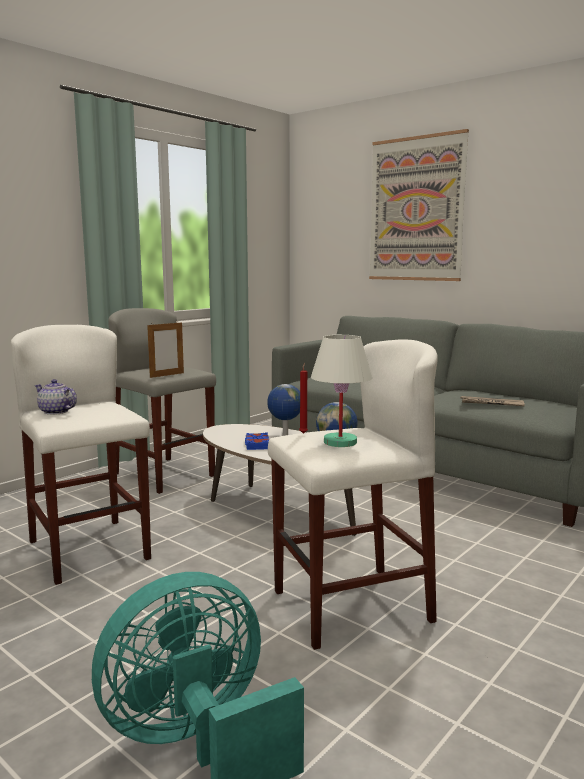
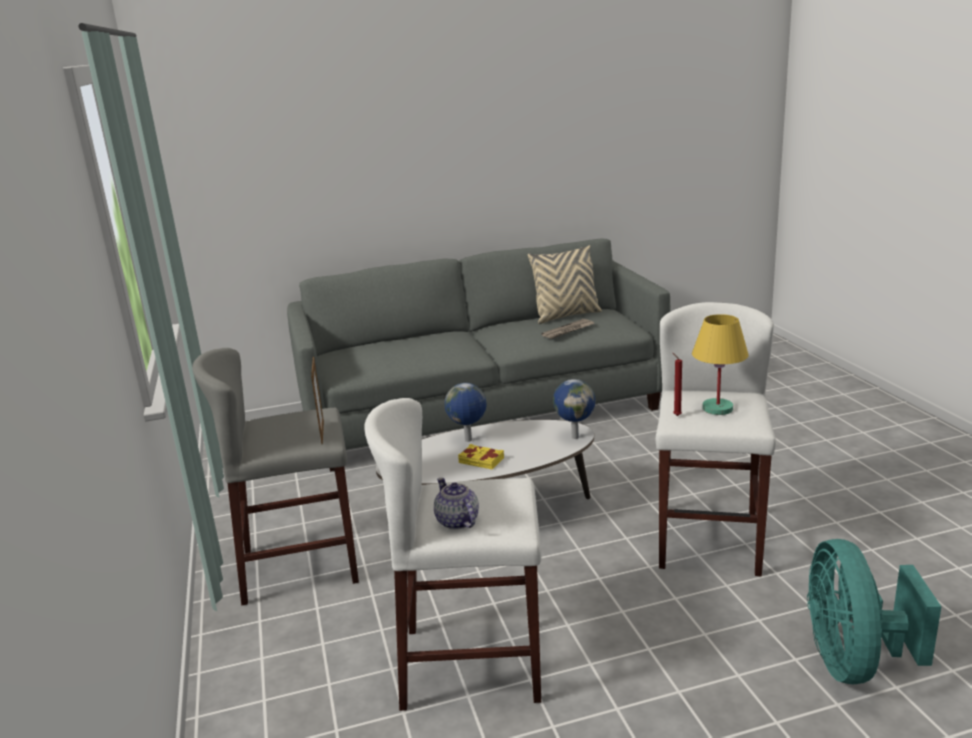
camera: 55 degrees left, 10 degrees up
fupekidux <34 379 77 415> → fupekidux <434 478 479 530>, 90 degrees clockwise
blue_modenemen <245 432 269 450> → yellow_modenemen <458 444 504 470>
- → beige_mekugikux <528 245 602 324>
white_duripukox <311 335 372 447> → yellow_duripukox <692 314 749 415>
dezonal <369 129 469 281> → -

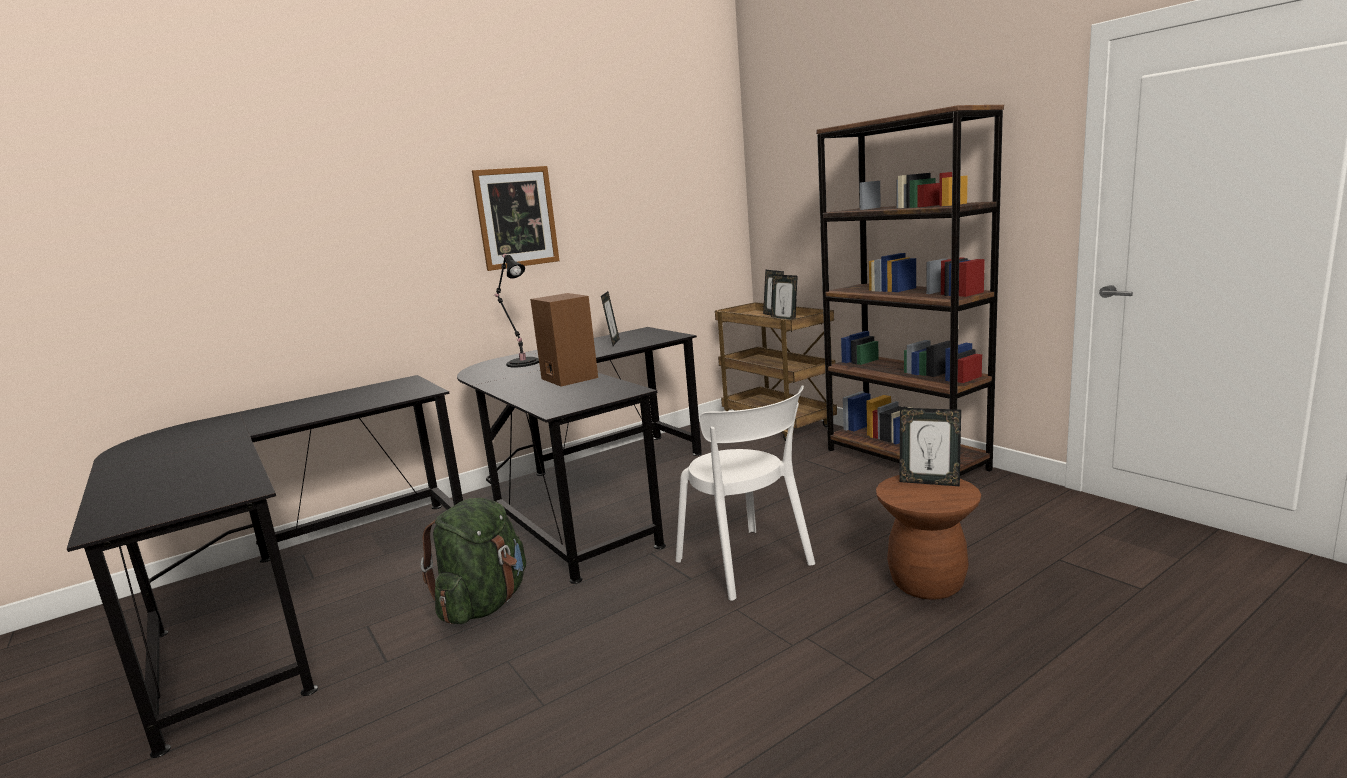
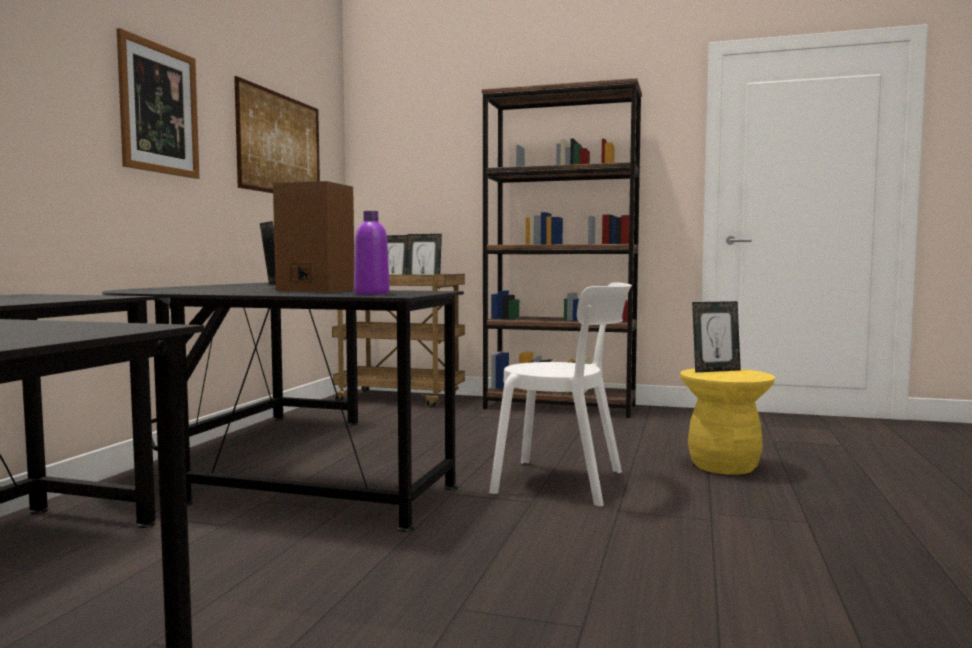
camera: 40 degrees left, 10 degrees down
- → dezonal <234 76 320 193>
- → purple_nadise <354 211 390 295>
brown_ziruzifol <876 475 981 600> → yellow_ziruzifol <680 368 775 475>
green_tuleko <421 498 526 624> → -
black_duripukox <494 254 539 367> → -

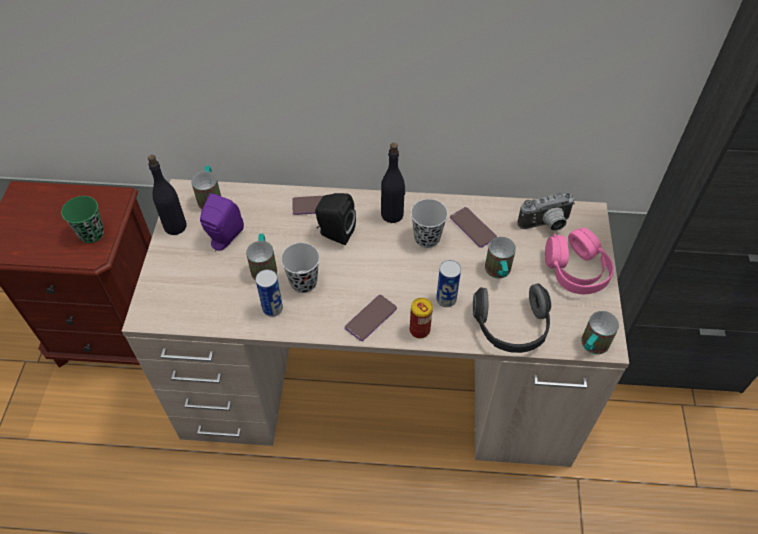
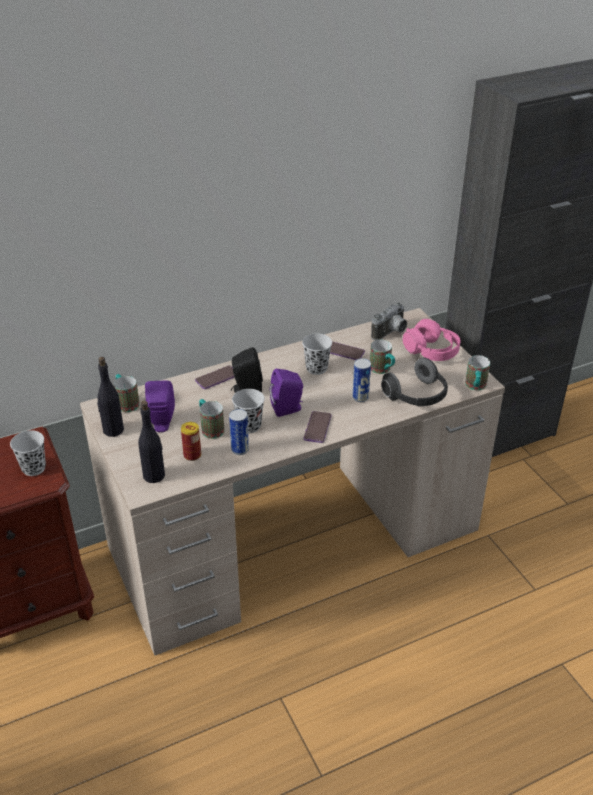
camera: 30 degrees left, 15 degrees down
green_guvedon <61 196 104 243> → black_guvedon <10 430 46 476>
black_nadise <381 143 405 223> → black_nadise <138 401 165 483>, relocated
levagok <410 298 433 338> → levagok <181 422 201 461>, relocated
- → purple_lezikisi <270 369 303 417>

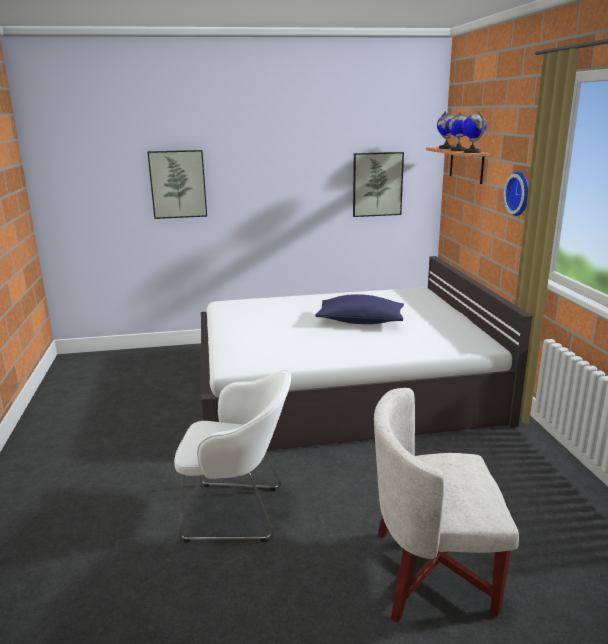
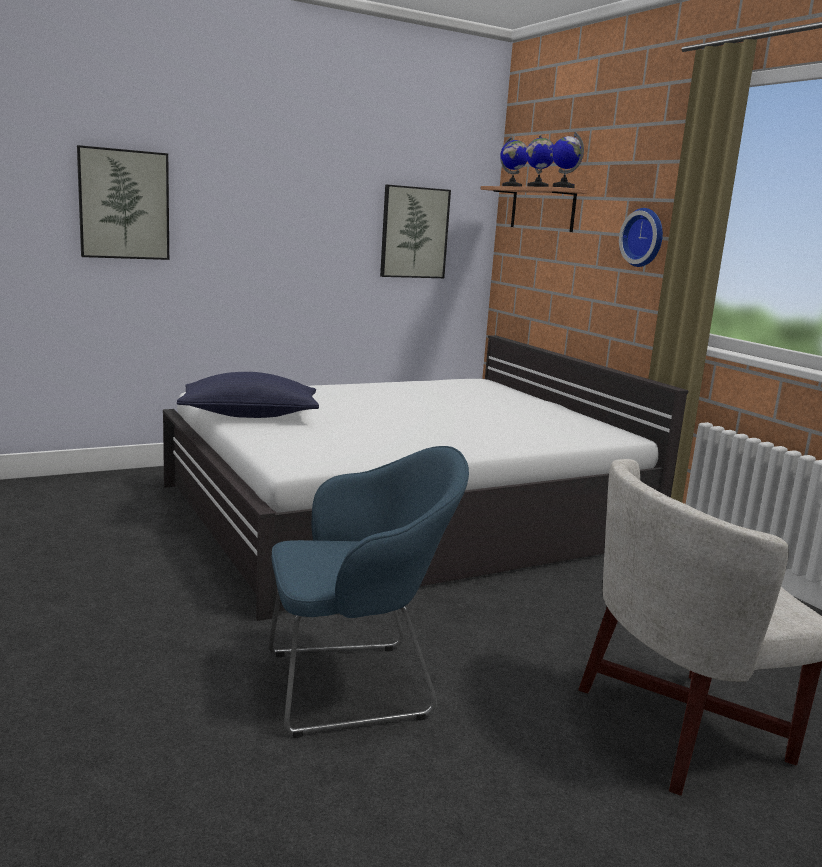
camera: 20 degrees left, 5 degrees down
blue_mekugikux <315 294 404 324> → blue_mekugikux <177 372 319 418>, relocated
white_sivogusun <174 370 291 543> → blue_sivogusun <268 446 469 738>

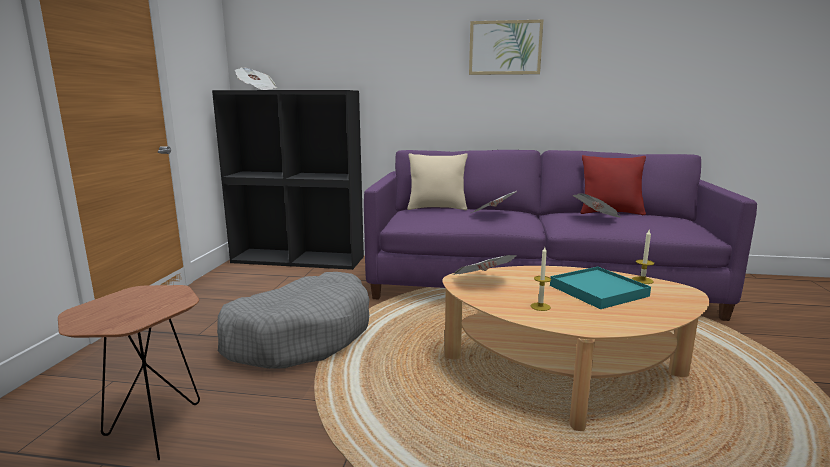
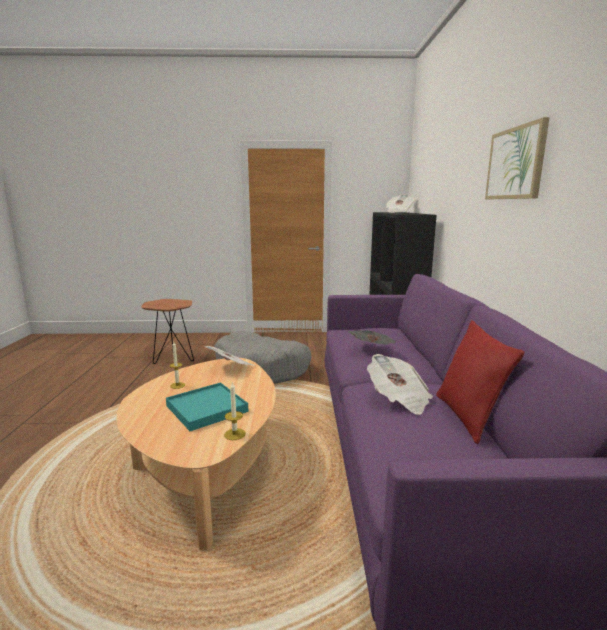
camera: 80 degrees right, 0 degrees up
beige_mekugikux <407 153 468 210> → -

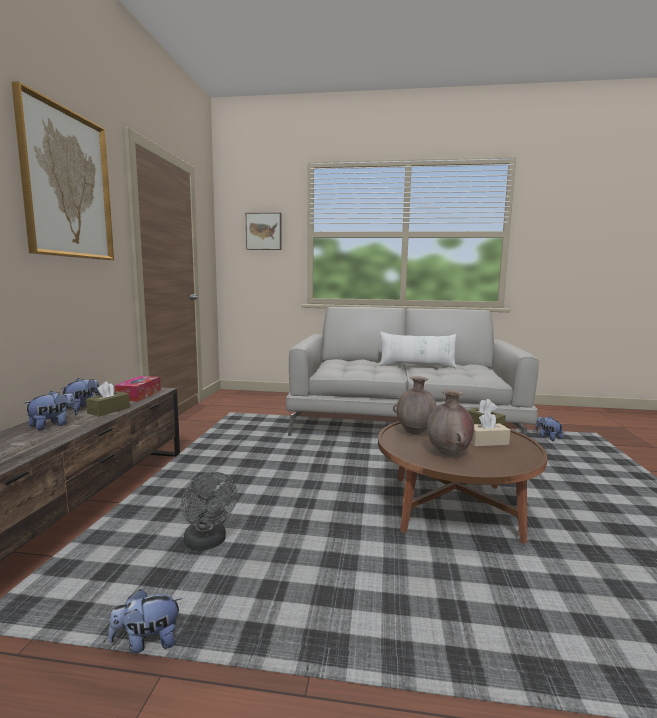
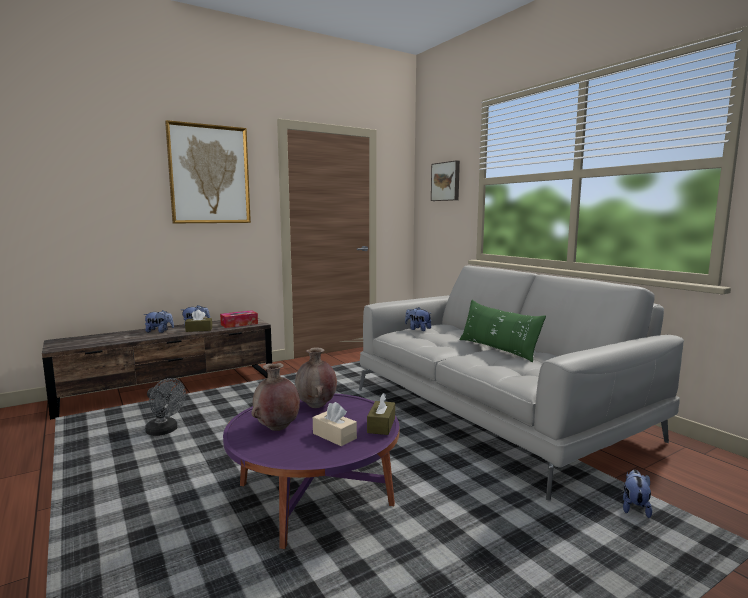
camera: 50 degrees right, 0 degrees up
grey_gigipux <181 472 237 551> → grey_gigipux <145 378 186 436>, 75 degrees counterclockwise
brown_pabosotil <378 421 548 544> → purple_pabosotil <223 394 399 549>
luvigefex <108 589 182 654> → luvigefex <405 307 431 331>, relocated
white_mekugikux <379 331 457 368> → green_mekugikux <460 300 546 362>

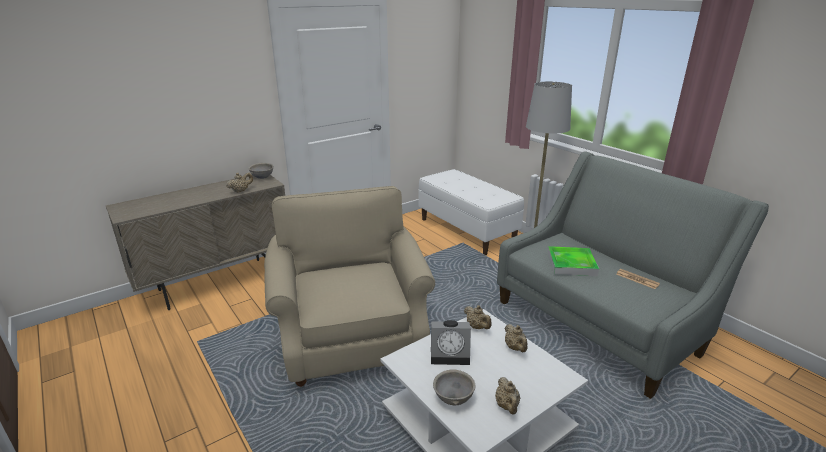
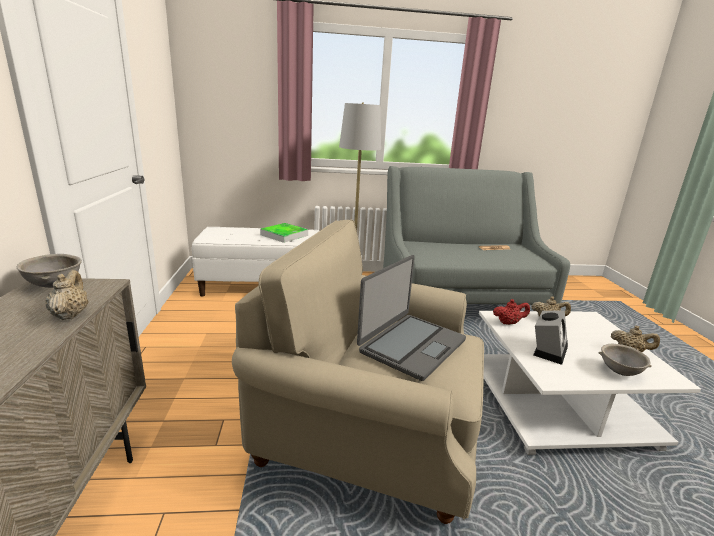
camera: 60 degrees left, 5 degrees down
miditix <548 246 599 276> → miditix <260 223 308 243>, relocated
- → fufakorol <357 255 466 381>
beige_fupekidux <464 305 492 329> → red_fupekidux <493 299 530 325>

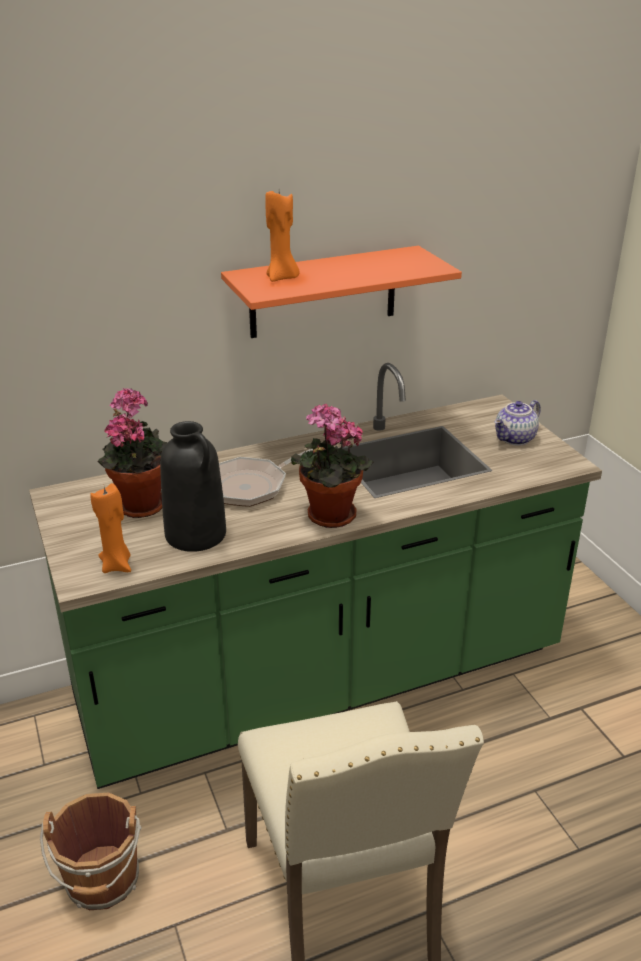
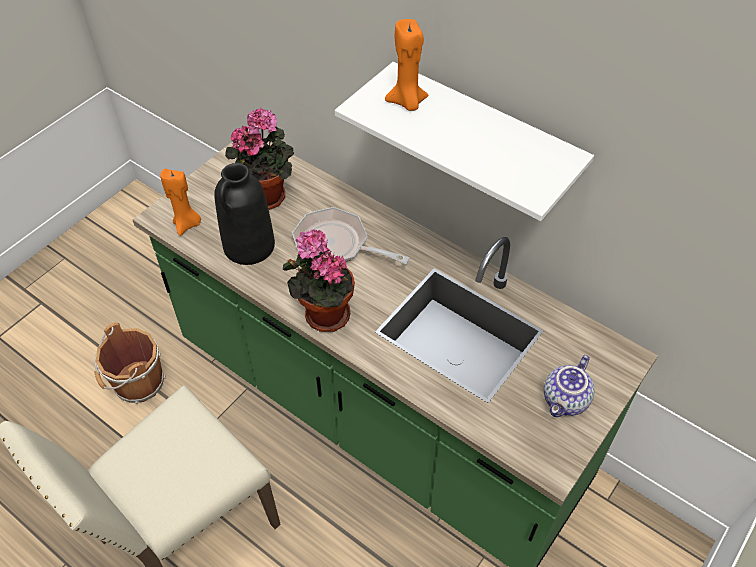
camera: 60 degrees right, 20 degrees up
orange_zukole <221 246 462 338> → white_zukole <335 62 594 221>
fupekidux <494 400 541 445> → fupekidux <544 355 595 417>, 75 degrees counterclockwise

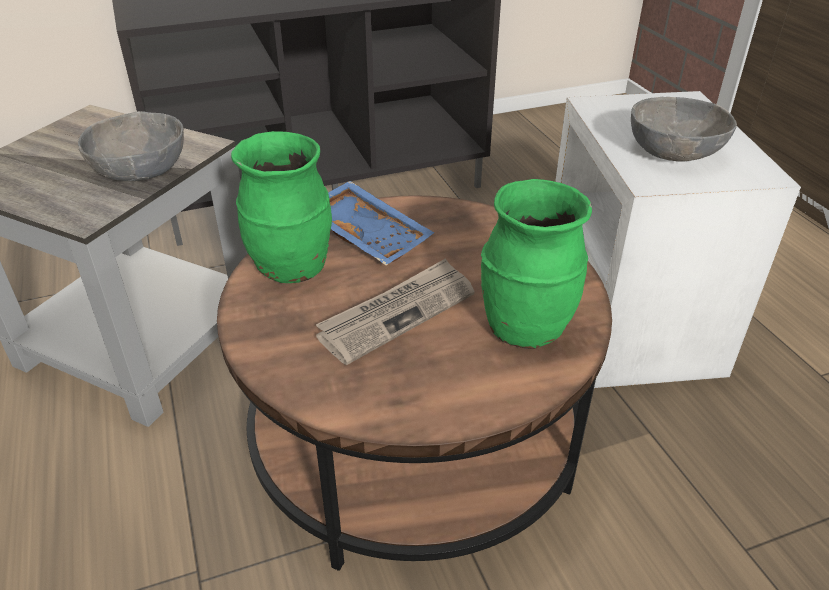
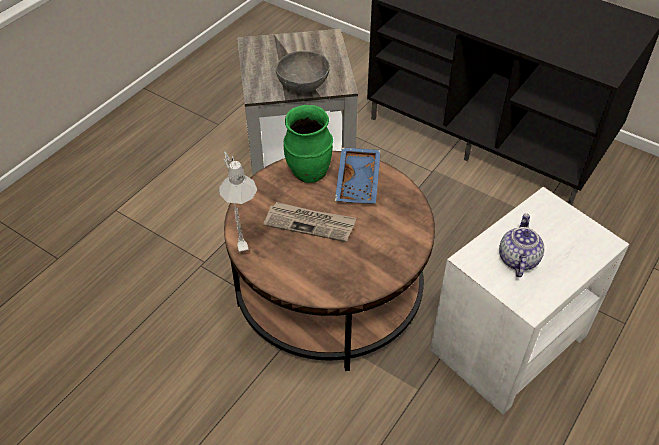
camera: 55 degrees right, 10 degrees up
- → grey_duripukox <219 152 257 252>
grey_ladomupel <631 97 737 162> → fupekidux <499 213 544 277>
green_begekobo <481 179 592 349> → -

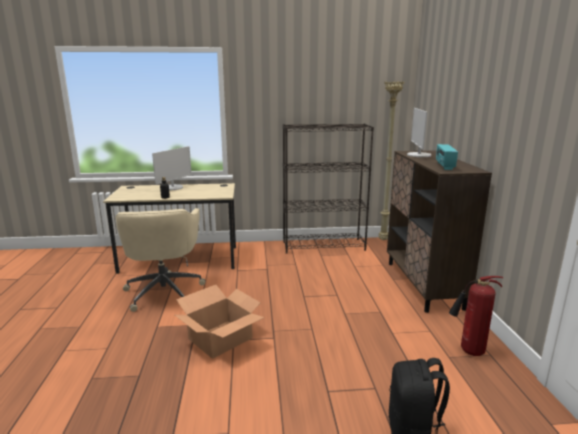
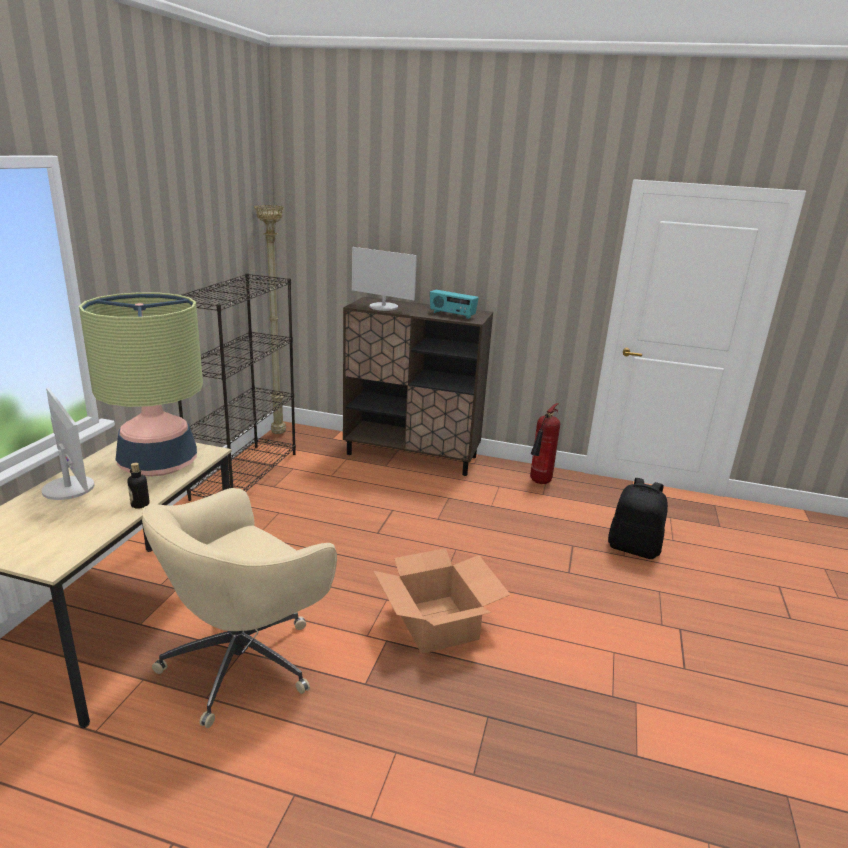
camera: 70 degrees left, 5 degrees up
- → duripukox <79 292 203 476>
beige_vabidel <115 208 205 312> → beige_vabidel <142 488 337 728>, 120 degrees clockwise

